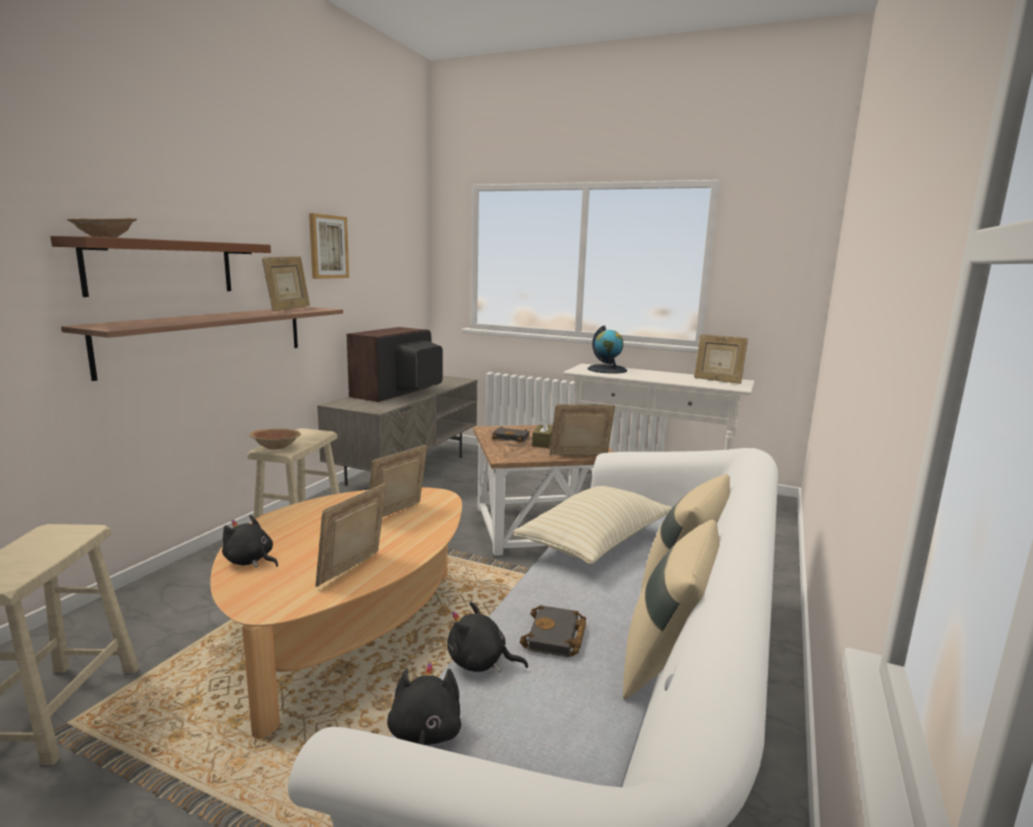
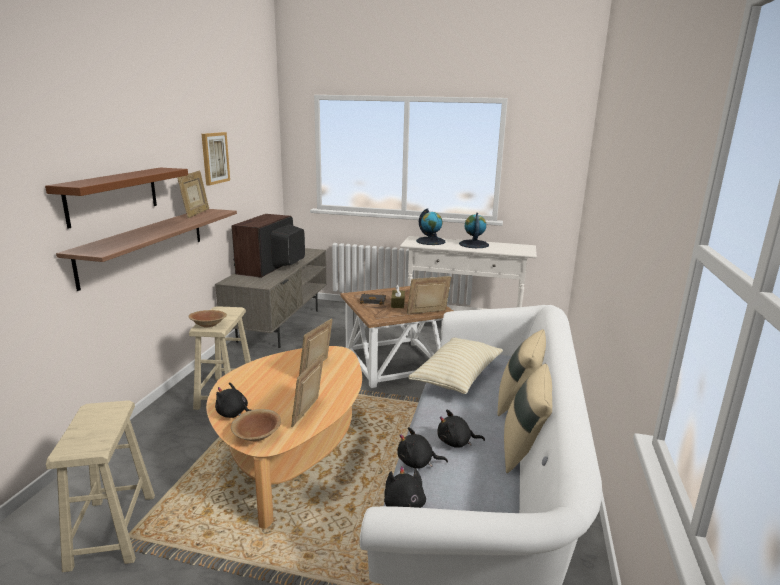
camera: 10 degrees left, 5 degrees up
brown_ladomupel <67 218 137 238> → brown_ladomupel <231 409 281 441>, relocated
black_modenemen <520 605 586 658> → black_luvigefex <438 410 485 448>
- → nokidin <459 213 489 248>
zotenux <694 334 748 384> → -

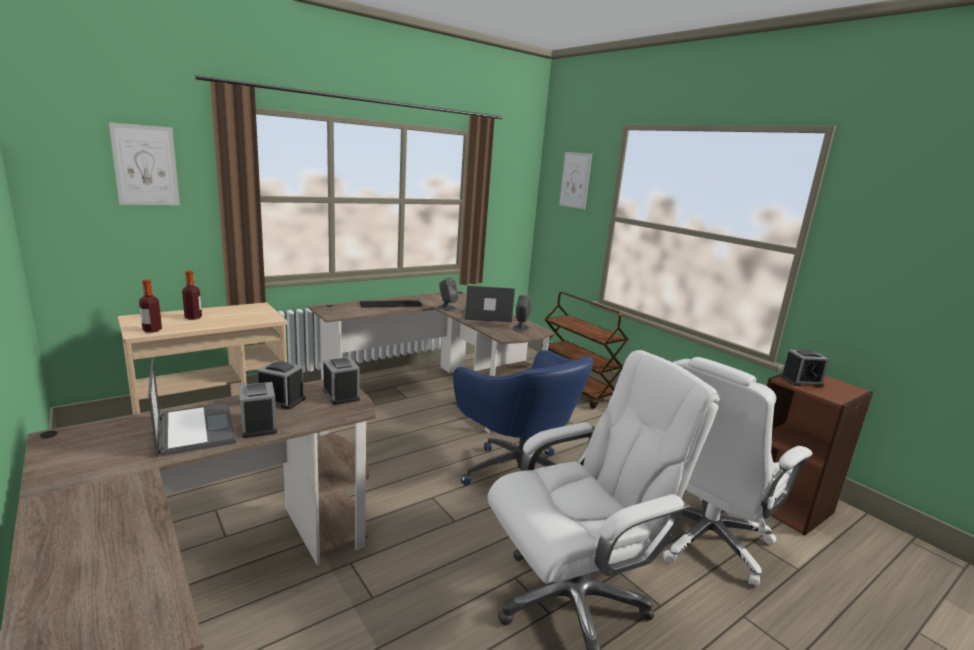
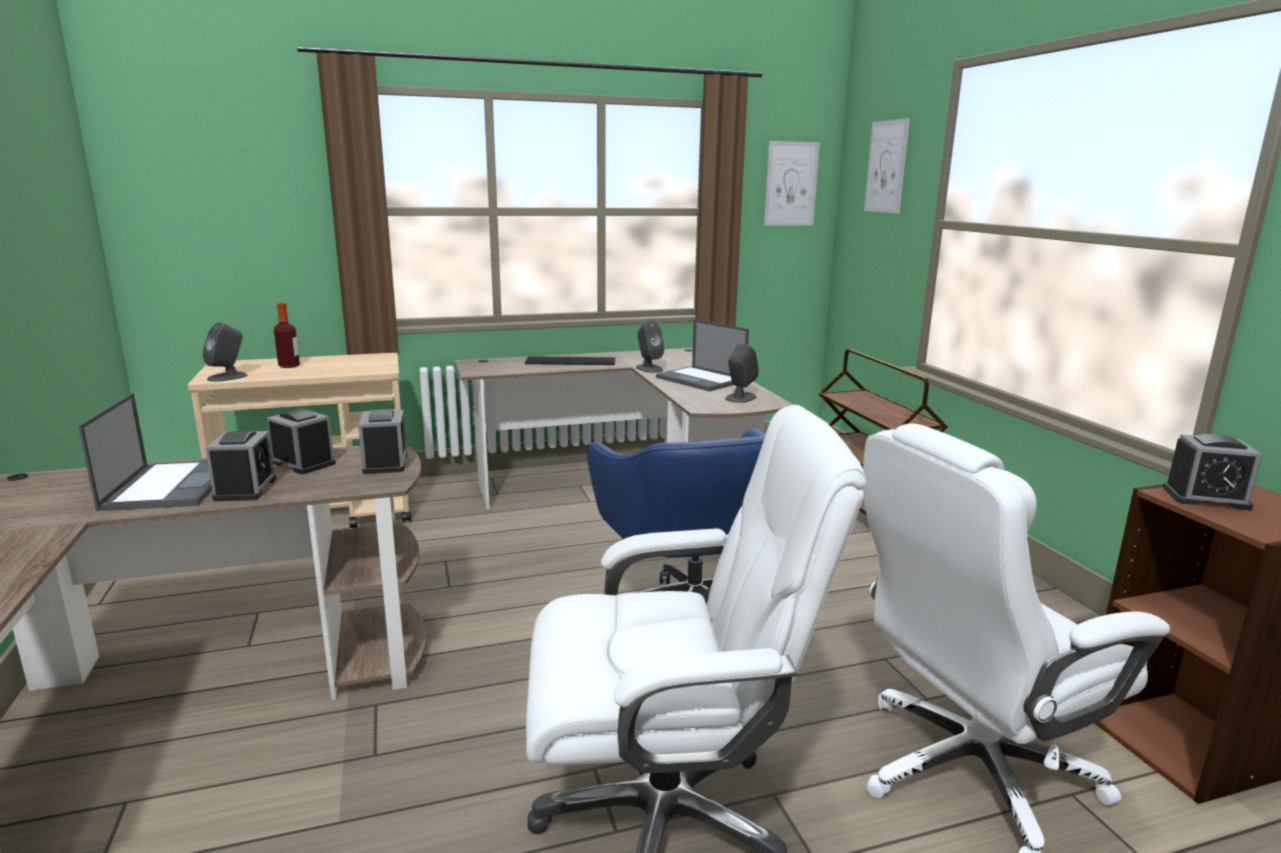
camera: 20 degrees right, 0 degrees up
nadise <139 279 162 333> → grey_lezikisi <202 322 248 382>
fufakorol <465 285 515 322> → fufakorol <656 319 749 391>, 150 degrees counterclockwise
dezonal <109 122 180 205> → dezonal <764 141 820 226>, relocated

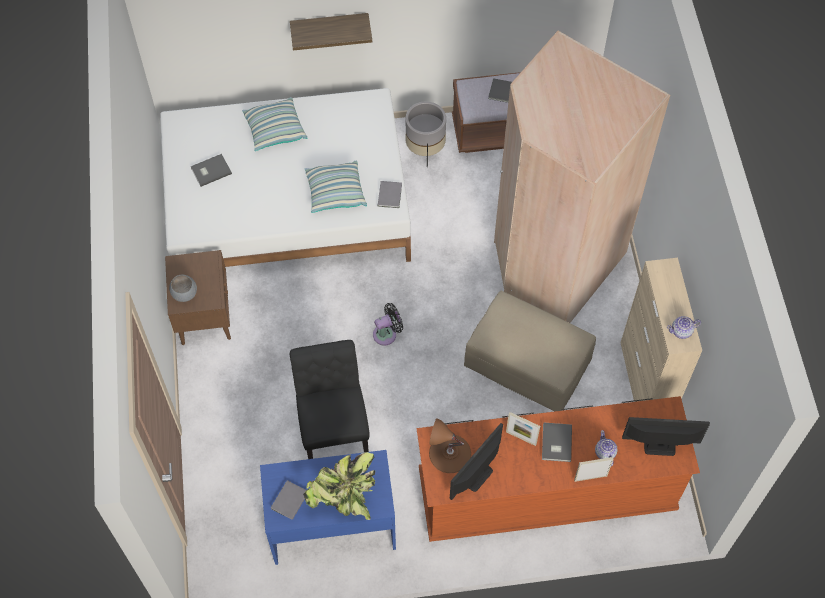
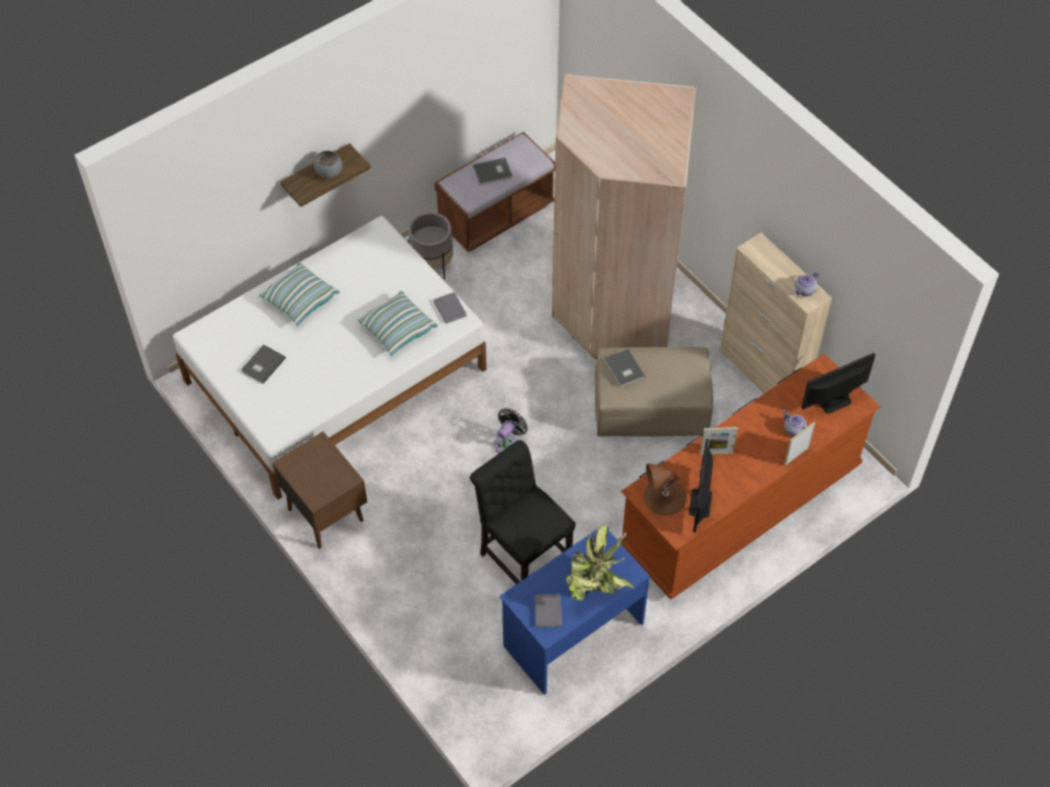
camera: 30 degrees left, 5 degrees down
grey_ladomupel <169 275 197 302> → grey_ladomupel <314 151 342 178>, relocated
grey_modenemen <542 422 572 462> → grey_modenemen <604 349 645 387>, relocated

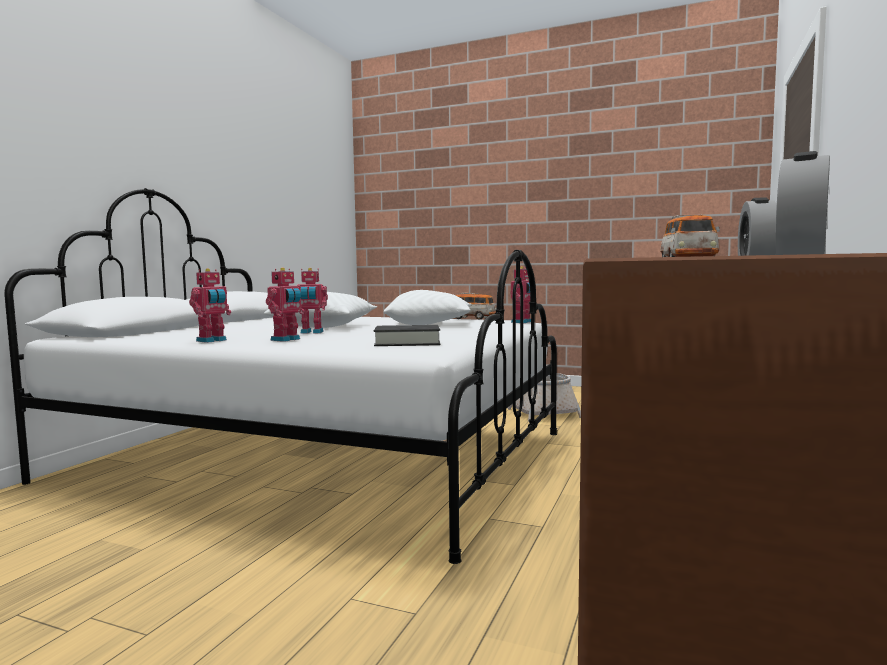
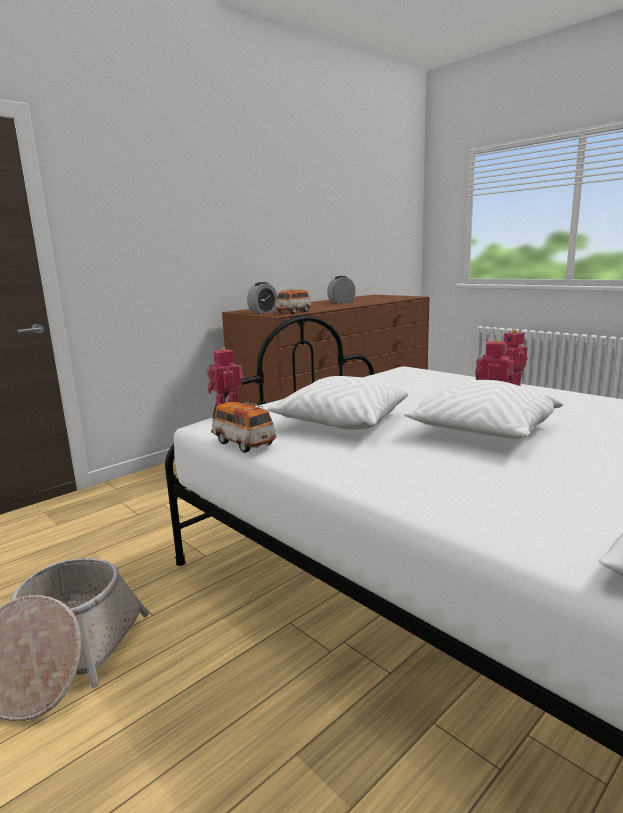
camera: 155 degrees left, 10 degrees up
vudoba <189 268 231 343> → -
black_modenemen <374 325 440 346> → -

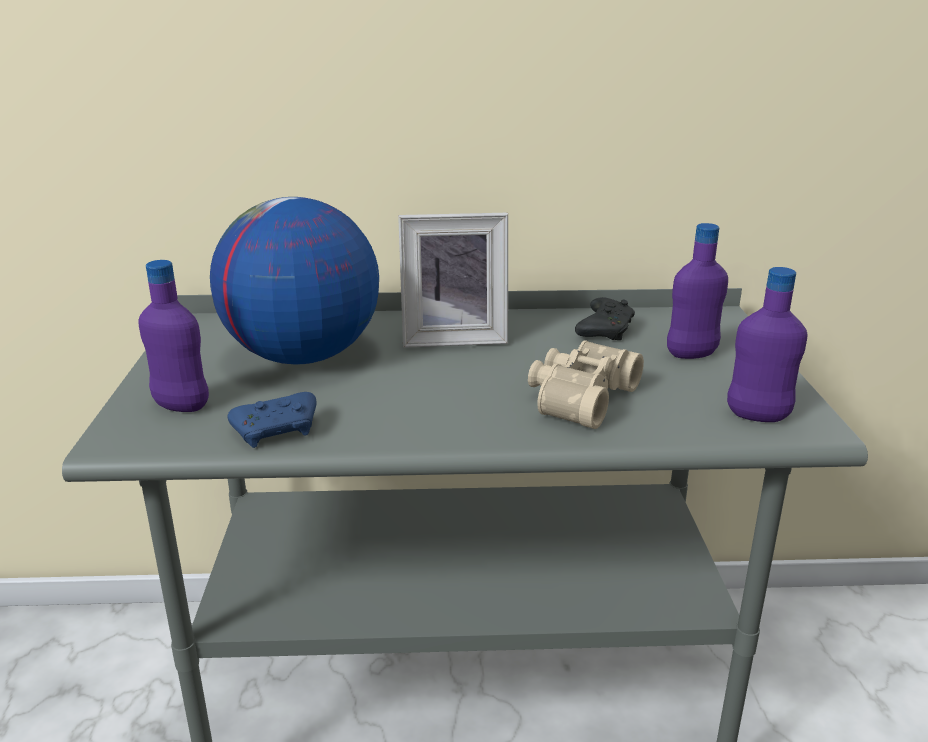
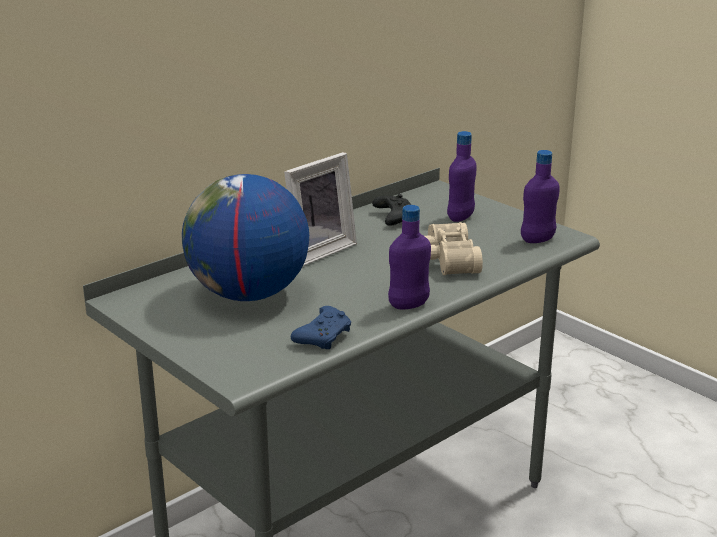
camera: 40 degrees left, 0 degrees up
purple_nadise <138 260 209 412> → purple_nadise <388 205 431 309>, relocated

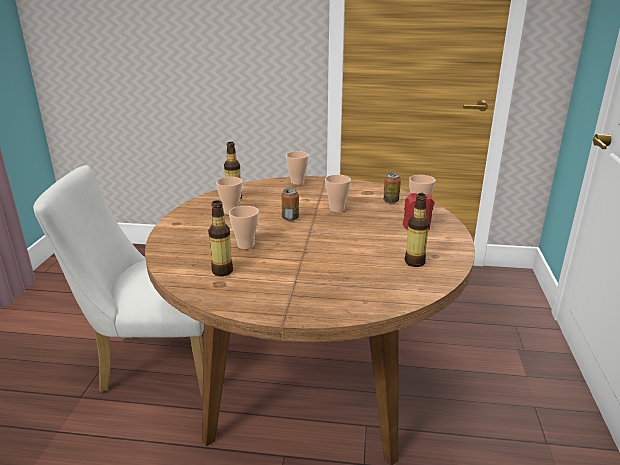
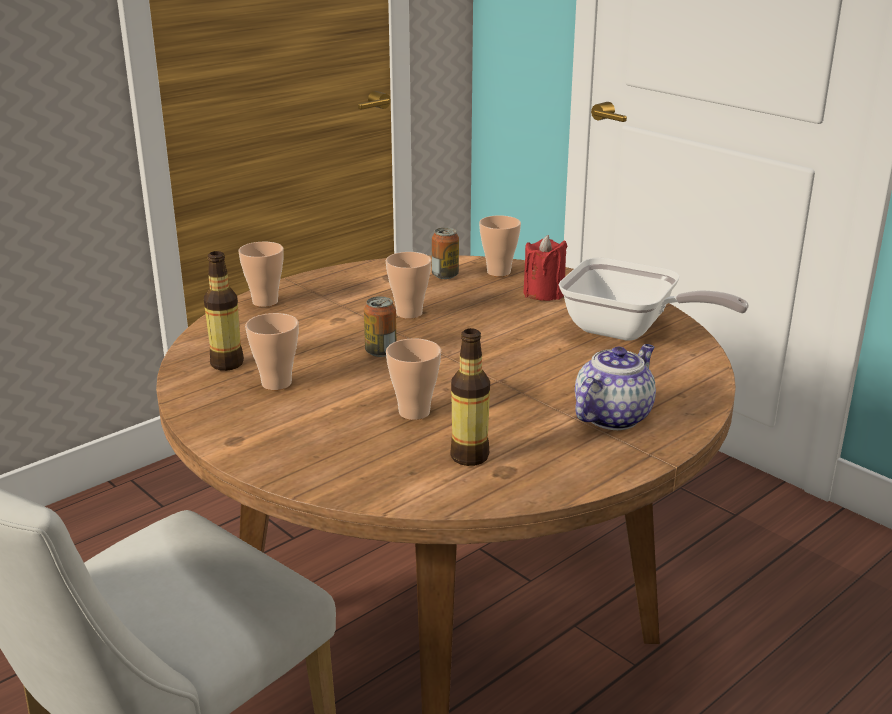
camera: 50 degrees left, 0 degrees up
nadise <405 193 429 267> → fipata <558 258 749 341>
- → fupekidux <575 344 656 430>

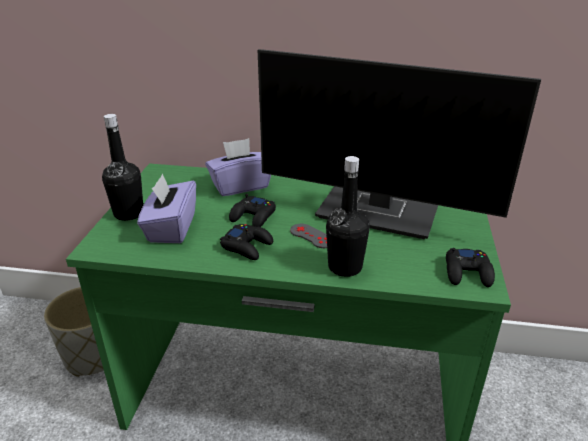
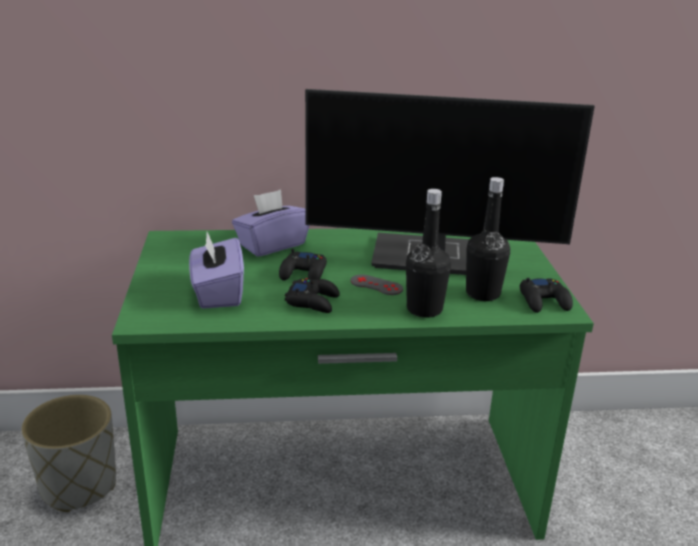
camera: 15 degrees left, 5 degrees down
black_nadise <102 114 143 221> → black_nadise <466 177 510 301>, relocated

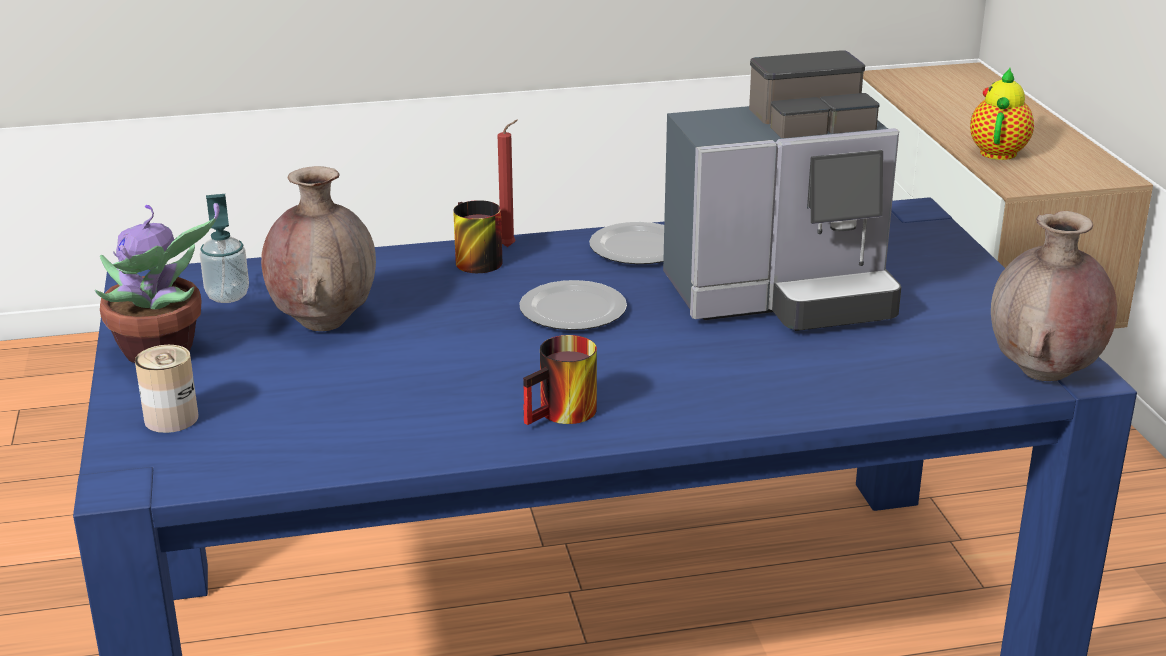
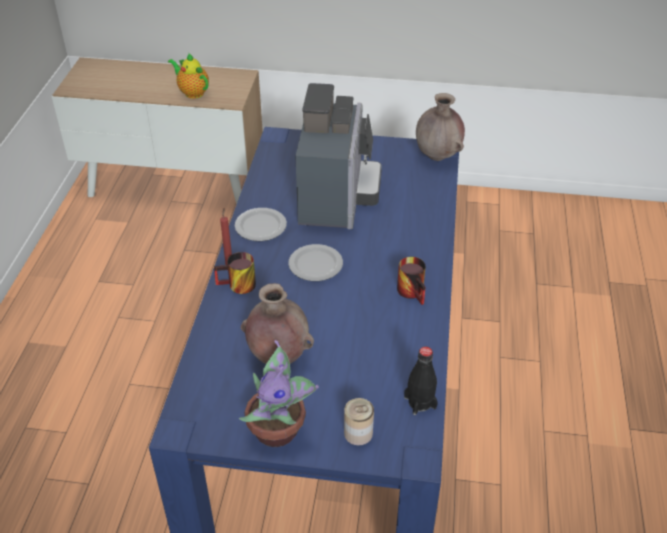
camera: 70 degrees left, 15 degrees up
- → black_nadise <404 346 438 415>
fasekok <200 194 249 303> → -

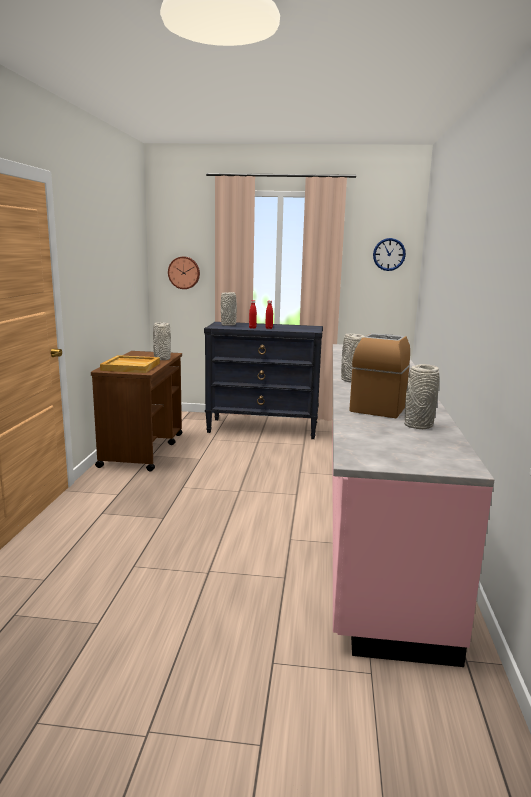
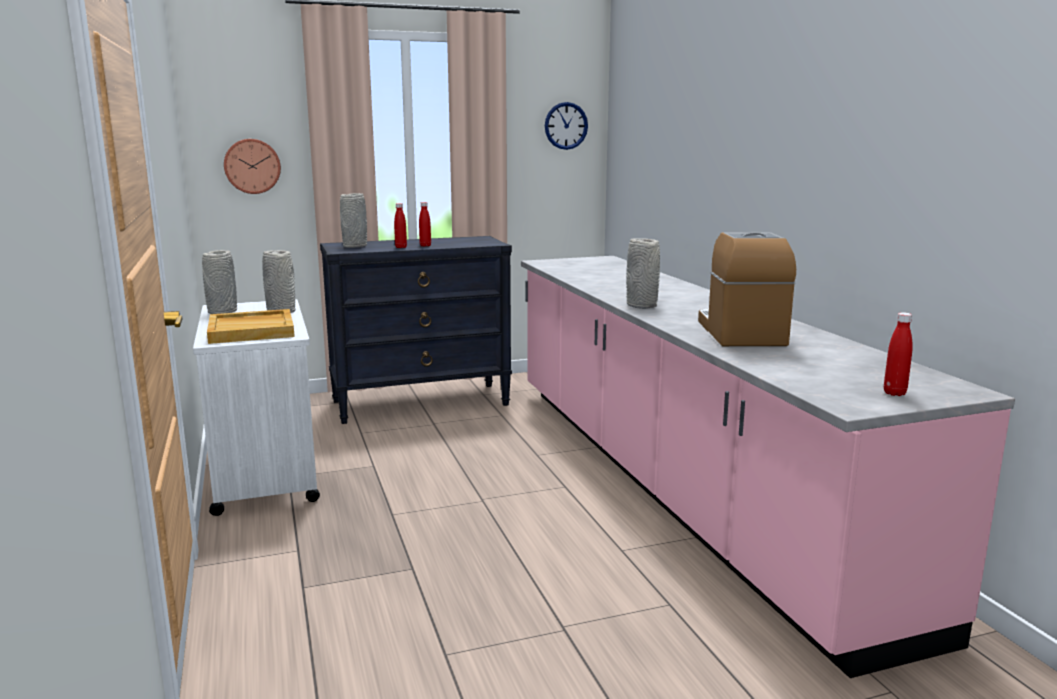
camera: 25 degrees left, 0 degrees up
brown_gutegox <91 351 183 471> → white_gutegox <193 299 320 516>
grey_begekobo <404 364 439 429> → grey_begekobo <202 250 237 314>, relocated
- → red_nadise <884 312 913 396>

